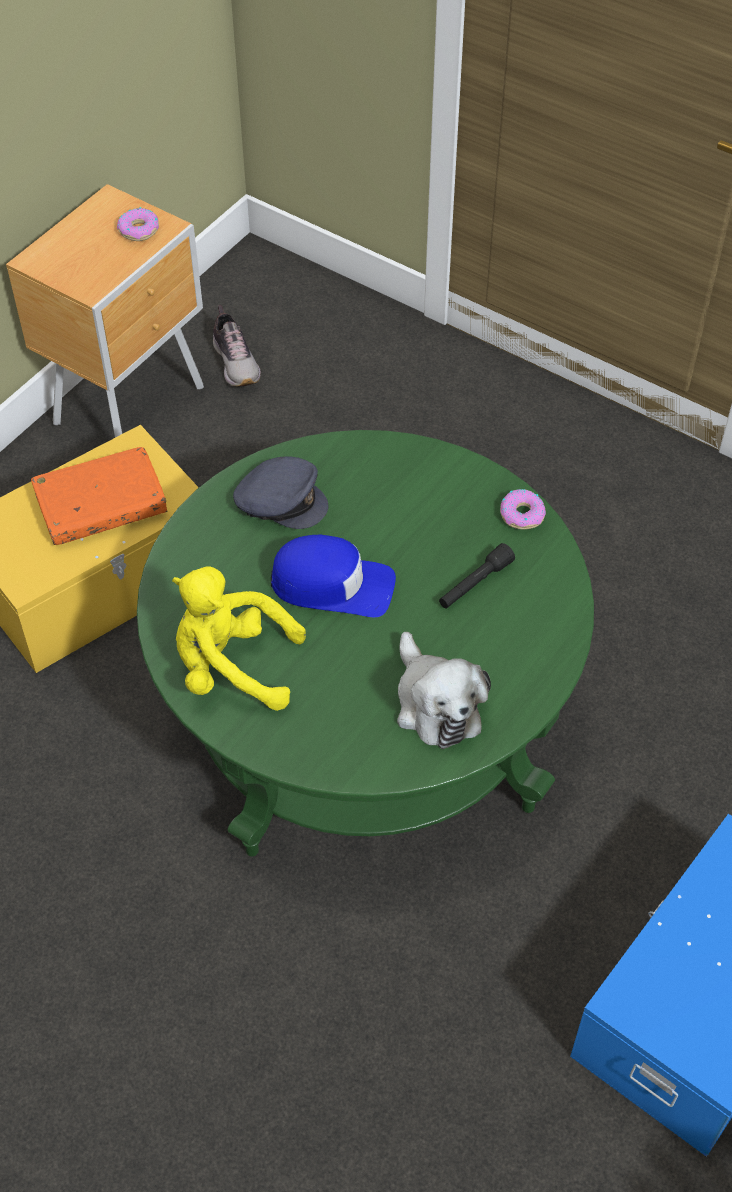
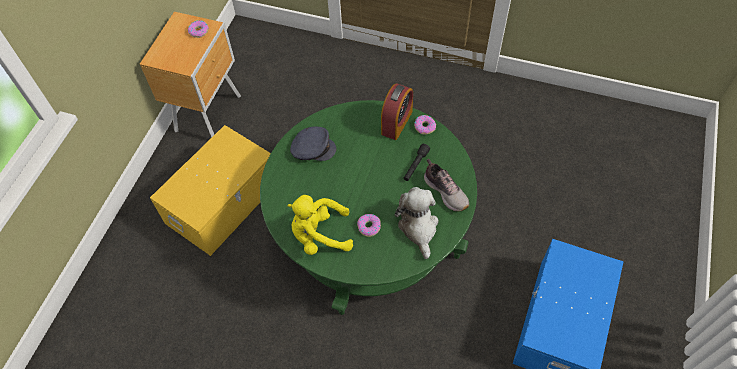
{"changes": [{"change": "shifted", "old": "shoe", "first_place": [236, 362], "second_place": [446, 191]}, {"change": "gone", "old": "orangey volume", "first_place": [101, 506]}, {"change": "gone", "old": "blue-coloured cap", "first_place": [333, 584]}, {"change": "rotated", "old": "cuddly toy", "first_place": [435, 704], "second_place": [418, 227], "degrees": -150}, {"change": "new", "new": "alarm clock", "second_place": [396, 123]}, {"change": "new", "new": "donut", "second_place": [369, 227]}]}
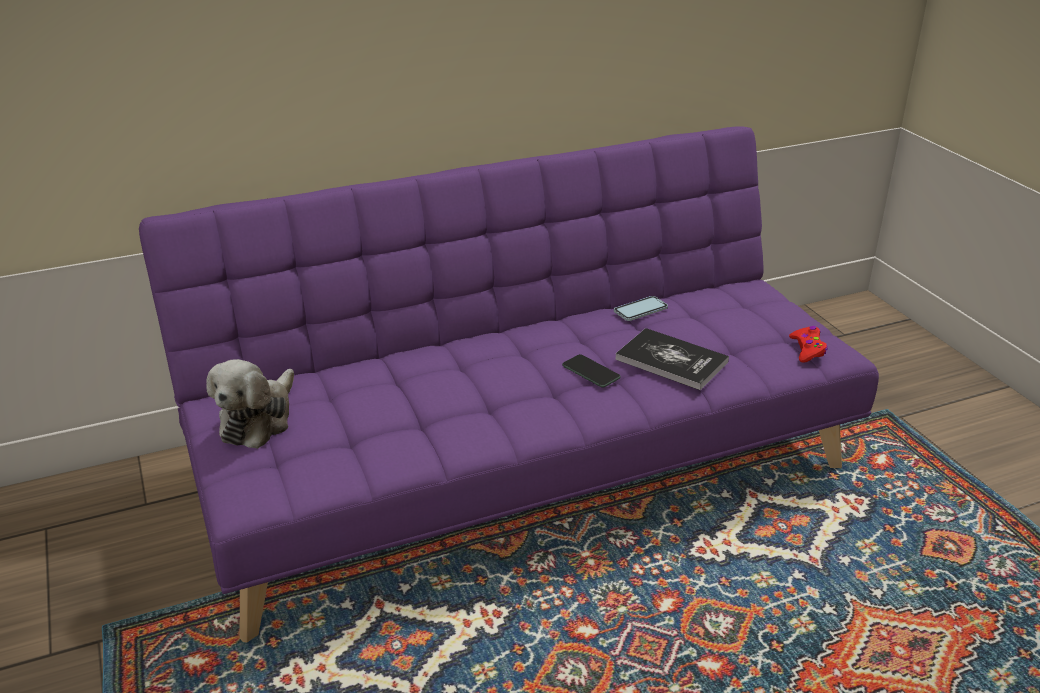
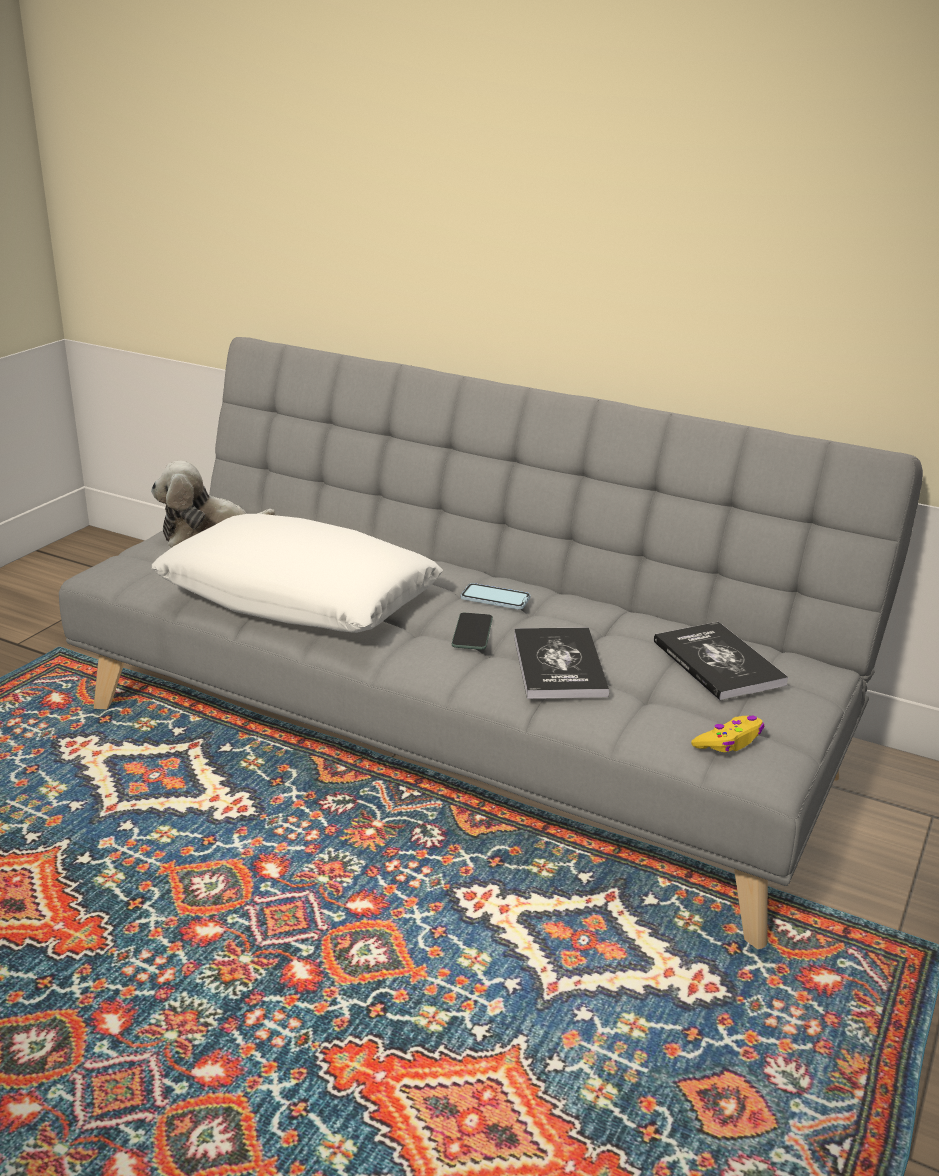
{"changes": [{"change": "repainted", "old": "purplish settee", "new": "gray settee", "first_place": [519, 463], "second_place": [465, 731]}, {"change": "shifted", "old": "phone", "first_place": [640, 310], "second_place": [495, 598]}, {"change": "repainted", "old": "reddish joypad", "new": "yellow joypad", "first_place": [807, 349], "second_place": [729, 742]}, {"change": "new", "new": "white-coloured throw pillow", "second_place": [298, 598]}, {"change": "new", "new": "volume", "second_place": [718, 663]}]}
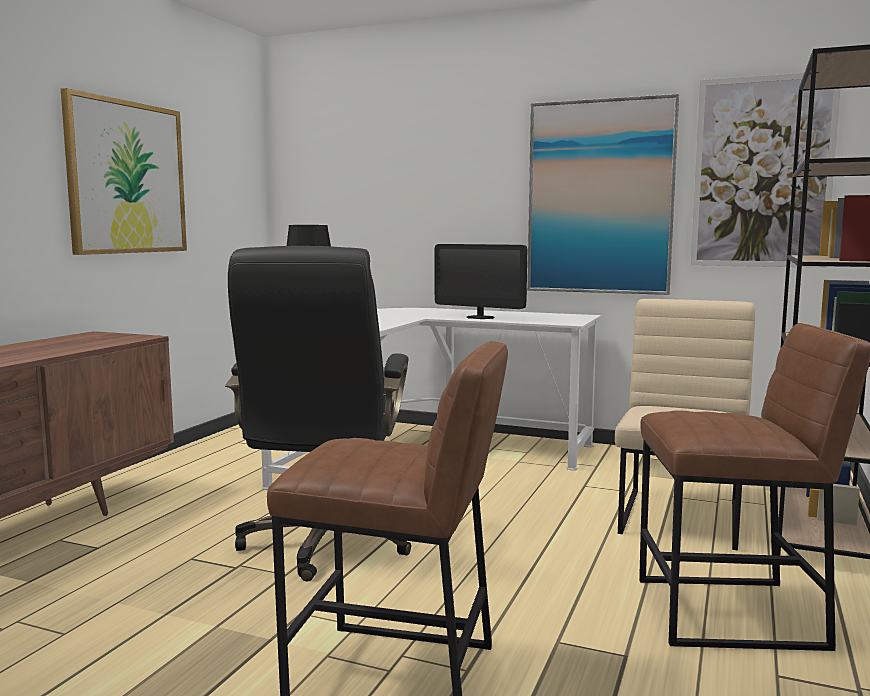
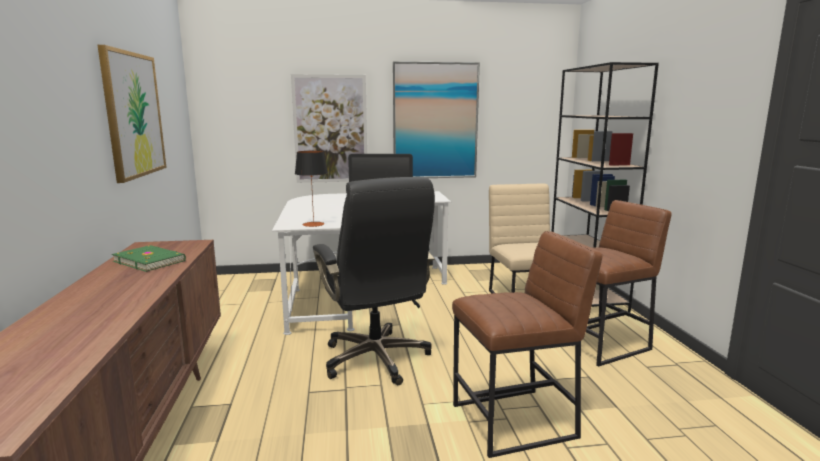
{"changes": [{"change": "shifted", "old": "picture", "first_place": [762, 172], "second_place": [330, 129]}, {"change": "new", "new": "green-coloured volume", "second_place": [150, 261]}]}
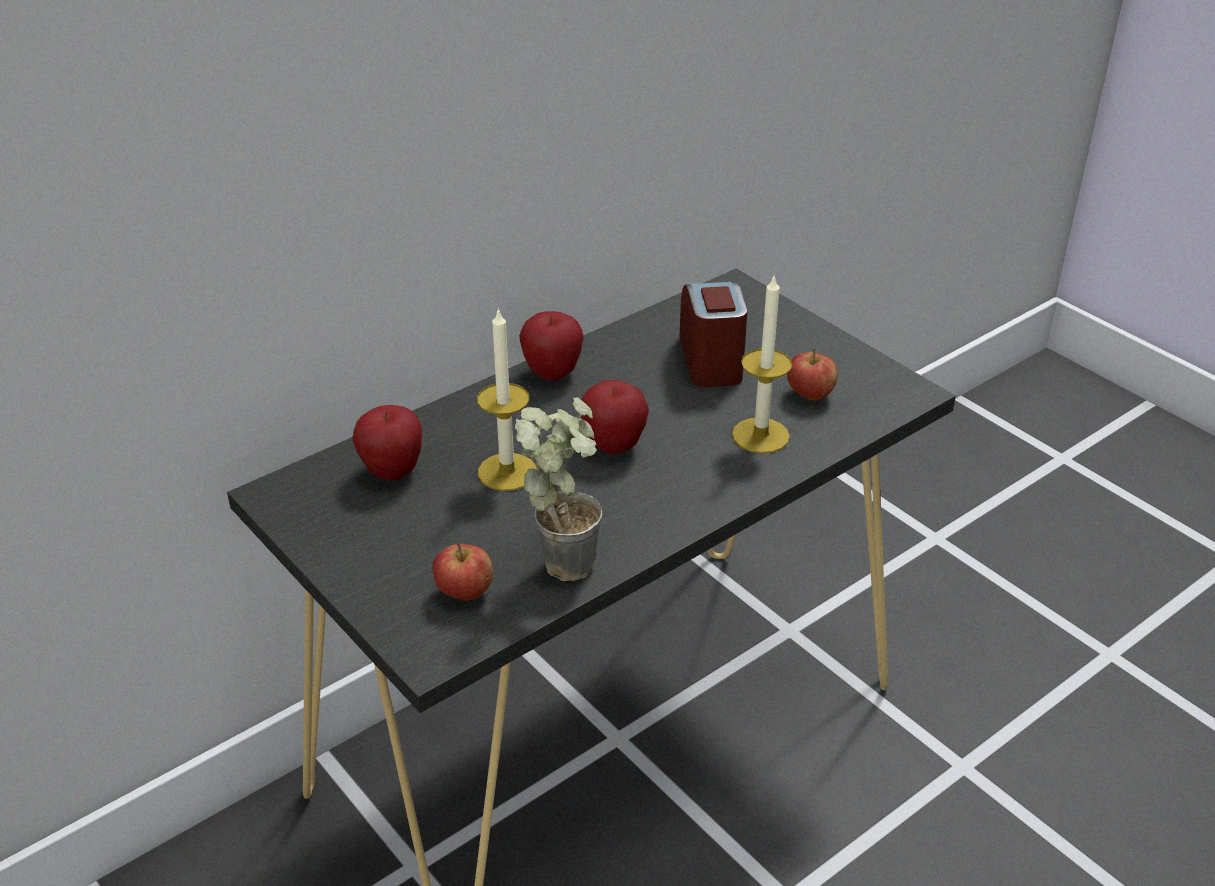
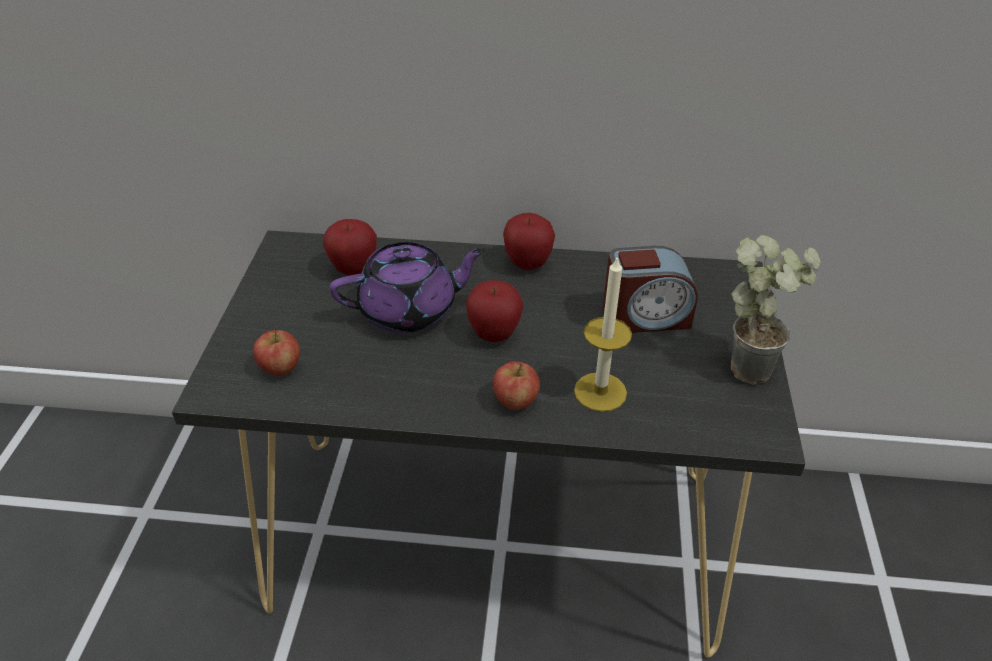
{"changes": [{"change": "rotated", "old": "alarm clock", "first_place": [712, 360], "second_place": [645, 317], "degrees": 45}, {"change": "swapped", "old": "wax candle", "new": "purplish tea pot", "first_place": [507, 472], "second_place": [410, 310]}, {"change": "shifted", "old": "whole apple", "first_place": [810, 394], "second_place": [515, 401]}, {"change": "shifted", "old": "plant in a pot", "first_place": [565, 555], "second_place": [753, 363]}]}
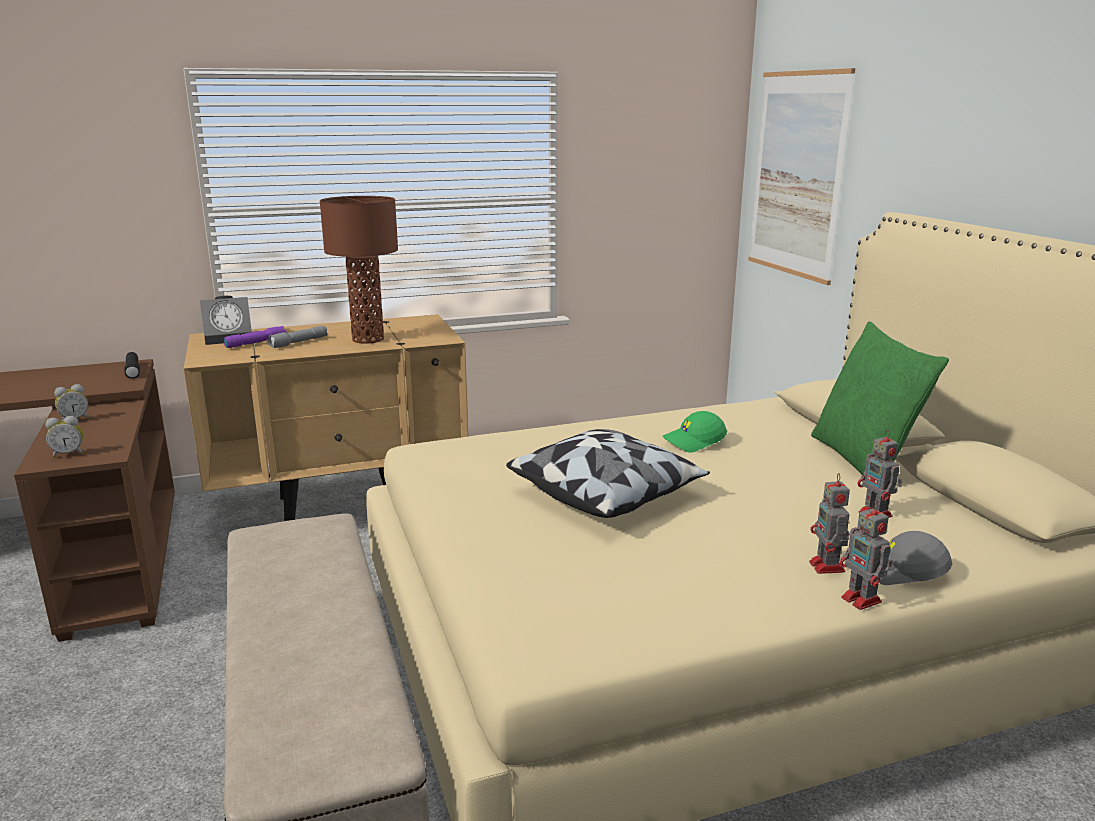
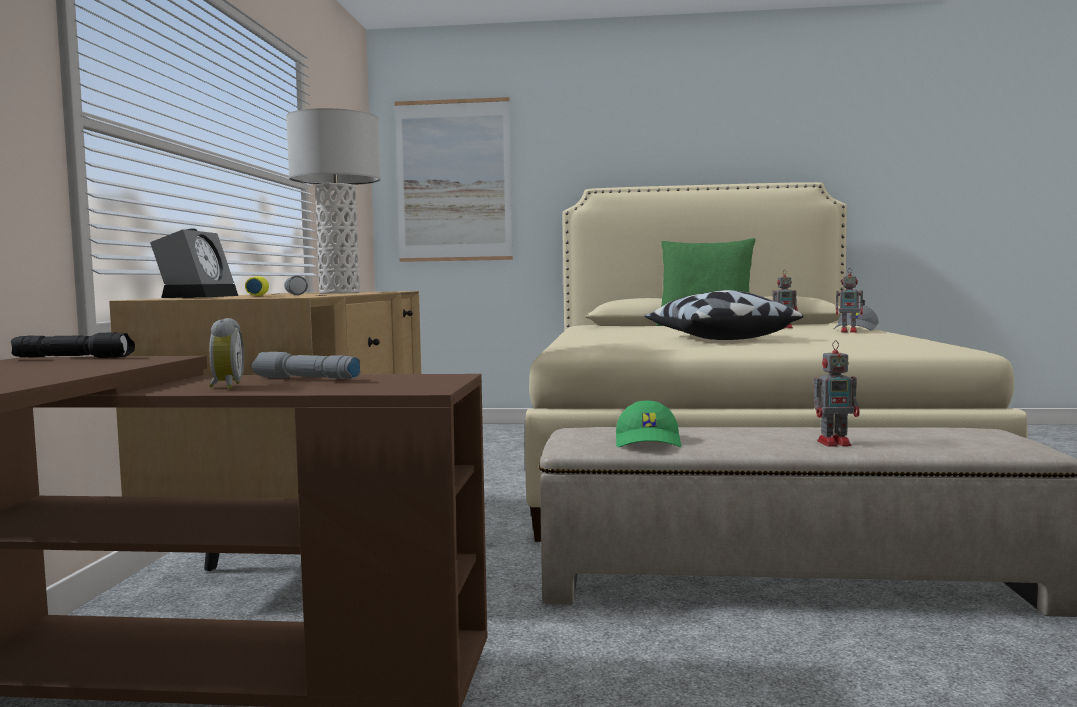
{"changes": [{"change": "repainted", "old": "brownish table lamp", "new": "white-coloured table lamp", "first_place": [368, 339], "second_place": [339, 293]}, {"change": "repainted", "old": "purplish hand torch", "new": "yellow hand torch", "first_place": [256, 343], "second_place": [256, 296]}, {"change": "shifted", "old": "green-coloured cap", "first_place": [694, 442], "second_place": [649, 442]}, {"change": "gone", "old": "alarm clock", "first_place": [68, 454]}, {"change": "shifted", "old": "model robot", "first_place": [862, 600], "second_place": [835, 443]}, {"change": "new", "new": "gray hand torch", "second_place": [305, 379]}]}
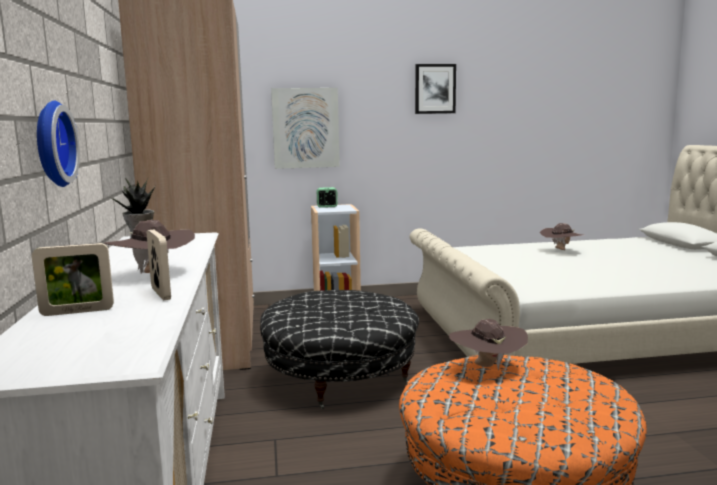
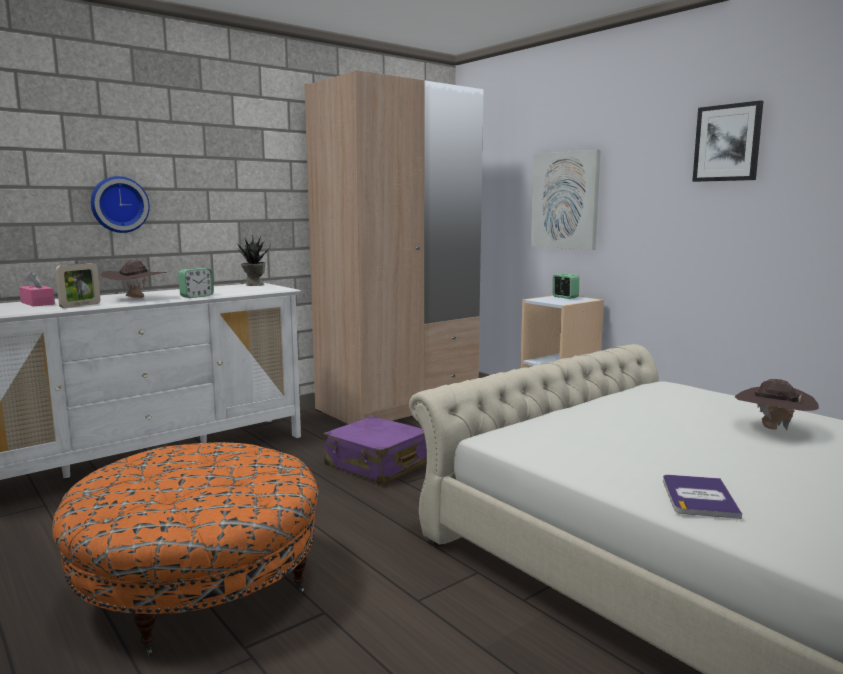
{"changes": [{"change": "swapped", "old": "photo frame", "new": "pink tissue holder", "first_place": [77, 311], "second_place": [37, 303]}, {"change": "swapped", "old": "blackish ottoman", "new": "purplish travel case", "first_place": [340, 378], "second_place": [377, 465]}, {"change": "gone", "old": "brownish wearable hat", "first_place": [487, 366]}, {"change": "new", "new": "alarm clock", "second_place": [197, 296]}, {"change": "new", "new": "volume", "second_place": [699, 497]}]}
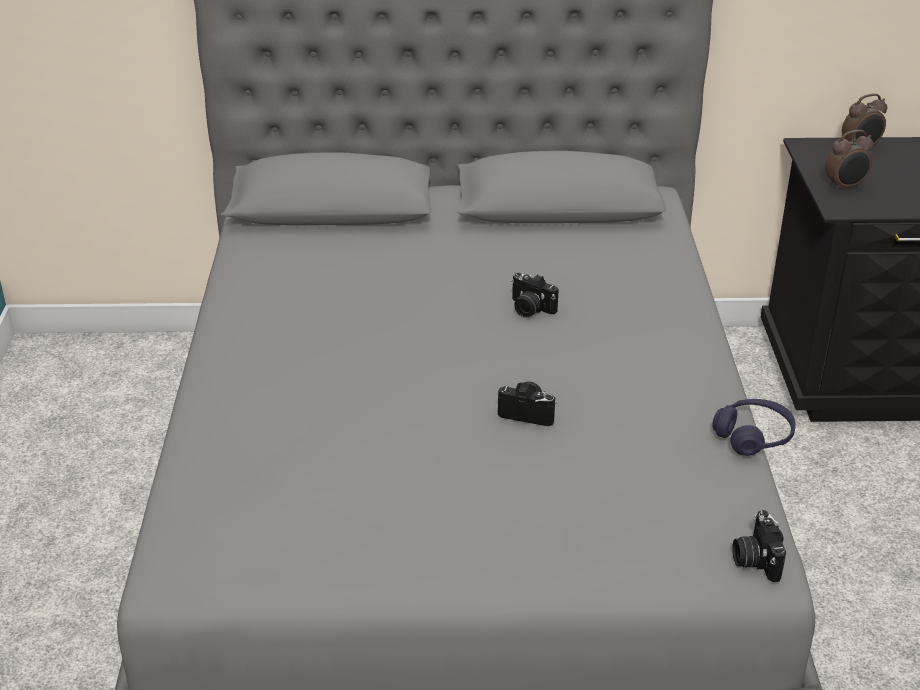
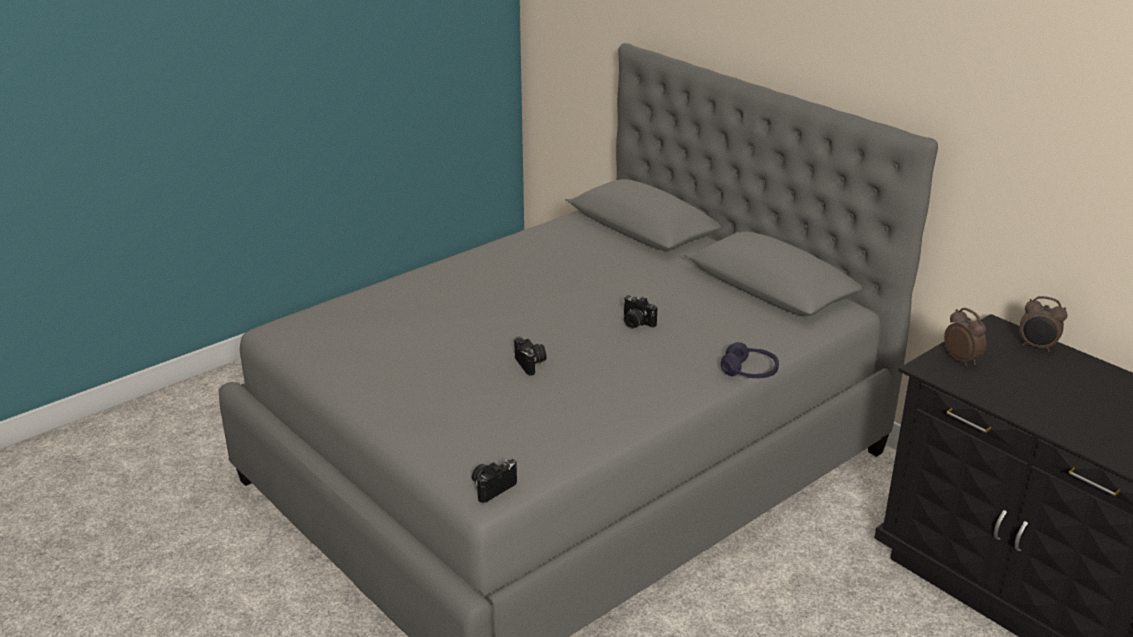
{"changes": [{"change": "rotated", "old": "alarm clock", "first_place": [845, 187], "second_place": [961, 360], "degrees": -150}, {"change": "rotated", "old": "still camera", "first_place": [529, 309], "second_place": [636, 323], "degrees": -45}, {"change": "shifted", "old": "purplish headset", "first_place": [753, 436], "second_place": [749, 371]}]}
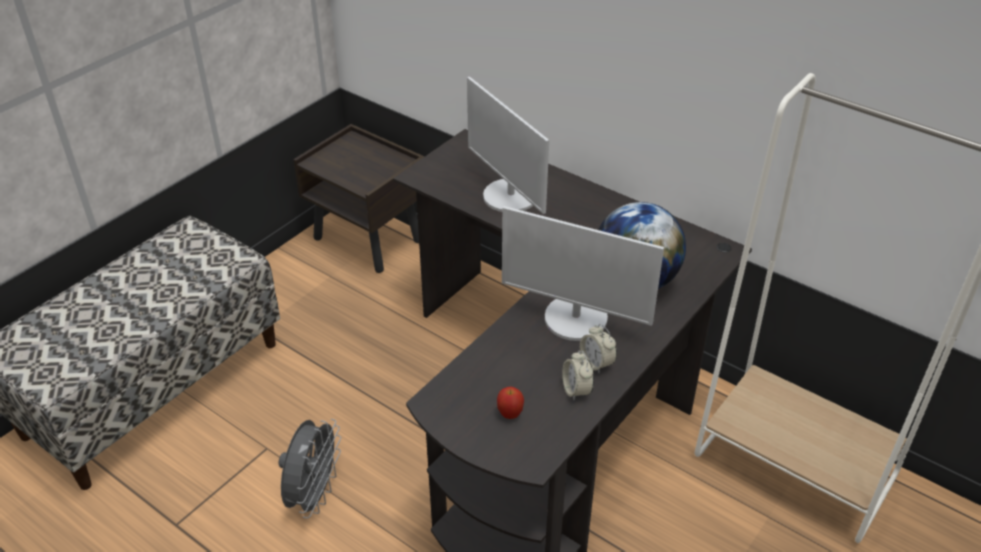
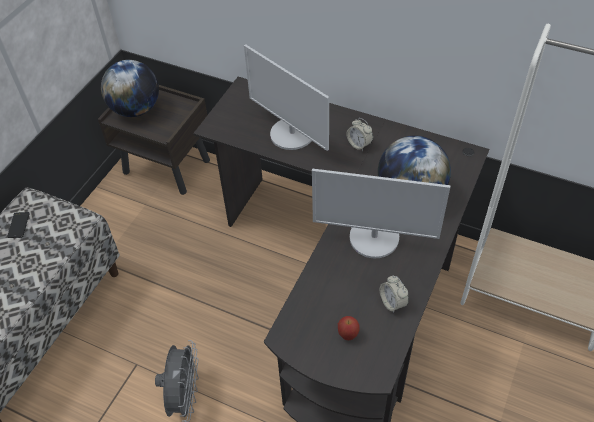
{"changes": [{"change": "shifted", "old": "alarm clock", "first_place": [596, 363], "second_place": [359, 144]}, {"change": "new", "new": "globe", "second_place": [136, 109]}, {"change": "new", "new": "phone", "second_place": [18, 225]}]}
